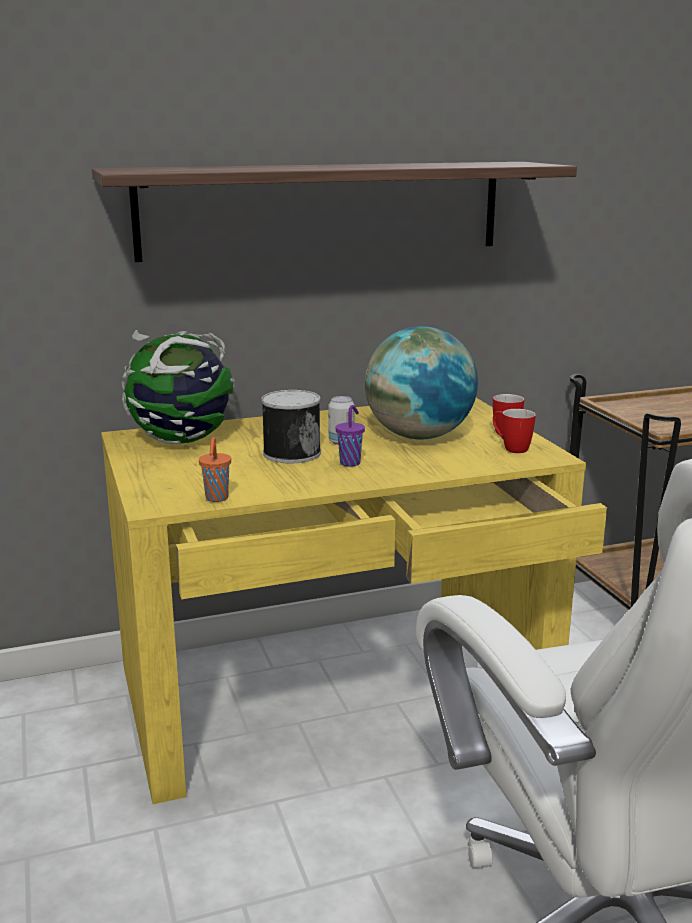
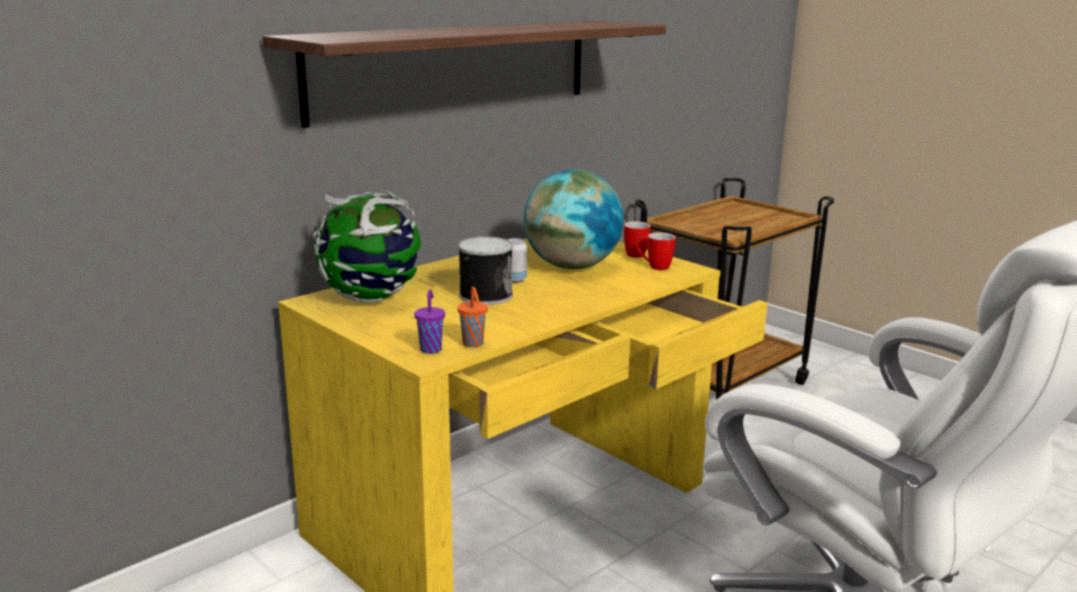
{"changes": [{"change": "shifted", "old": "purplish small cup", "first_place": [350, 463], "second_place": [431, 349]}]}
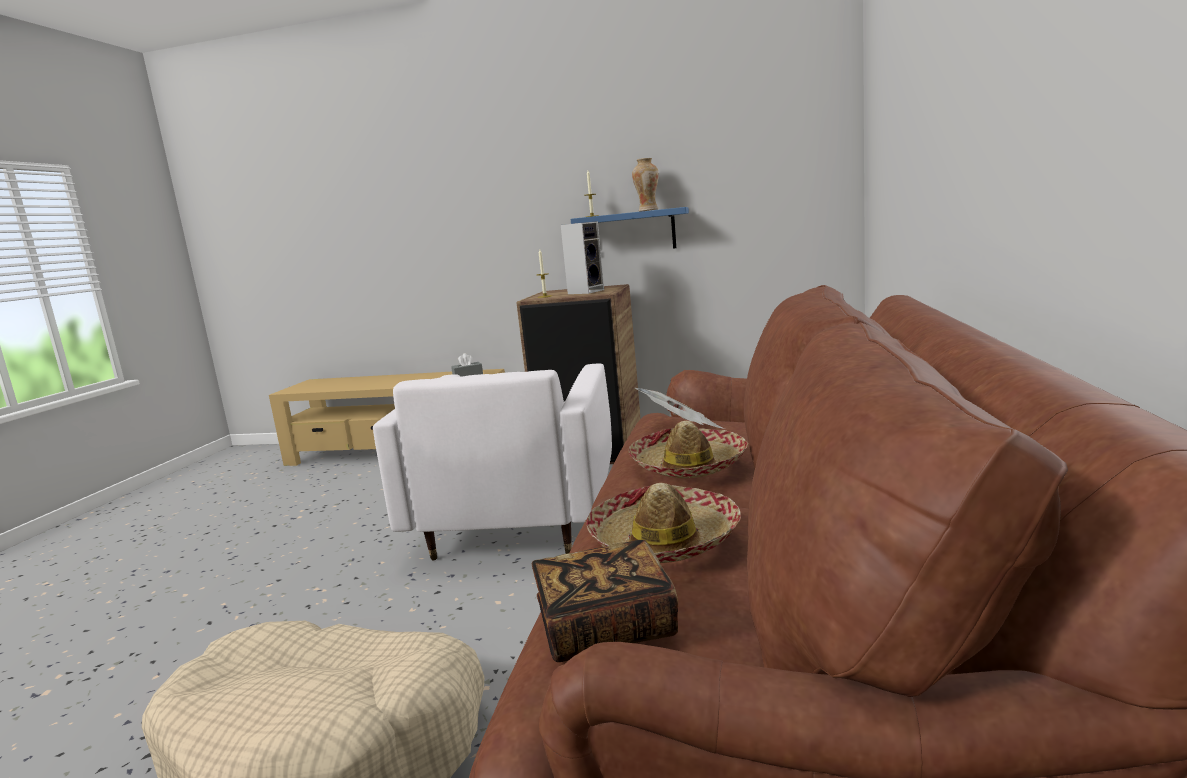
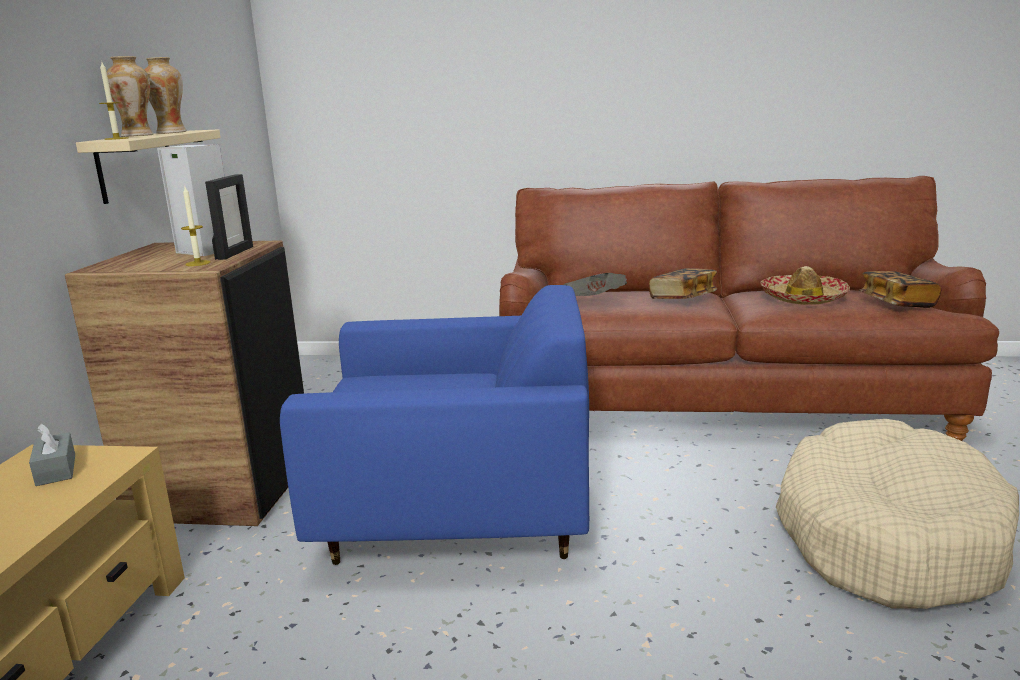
{"changes": [{"change": "repainted", "old": "blue-coloured shelf", "new": "beige shelf", "first_place": [633, 232], "second_place": [136, 165]}, {"change": "repainted", "old": "white-coloured armchair", "new": "blue-coloured armchair", "first_place": [518, 518], "second_place": [457, 514]}, {"change": "swapped", "old": "wearable hat", "new": "volume", "first_place": [688, 465], "second_place": [683, 298]}, {"change": "new", "new": "flower vase", "second_place": [137, 136]}, {"change": "new", "new": "photo frame", "second_place": [234, 253]}]}
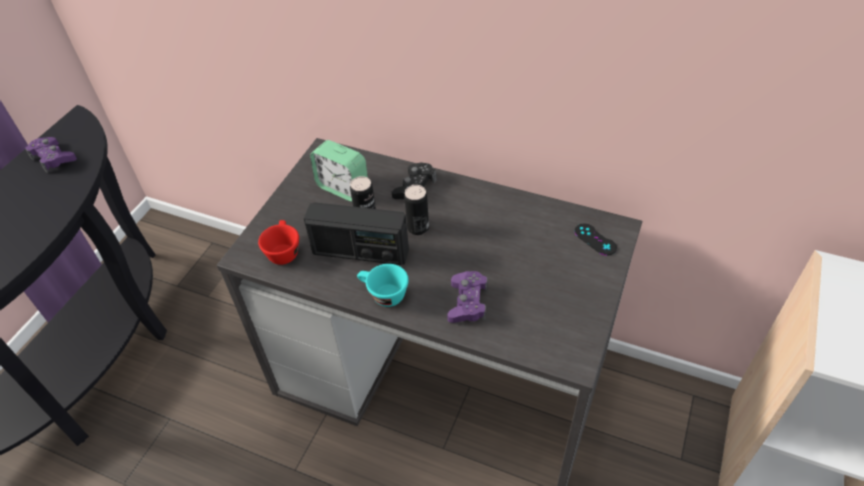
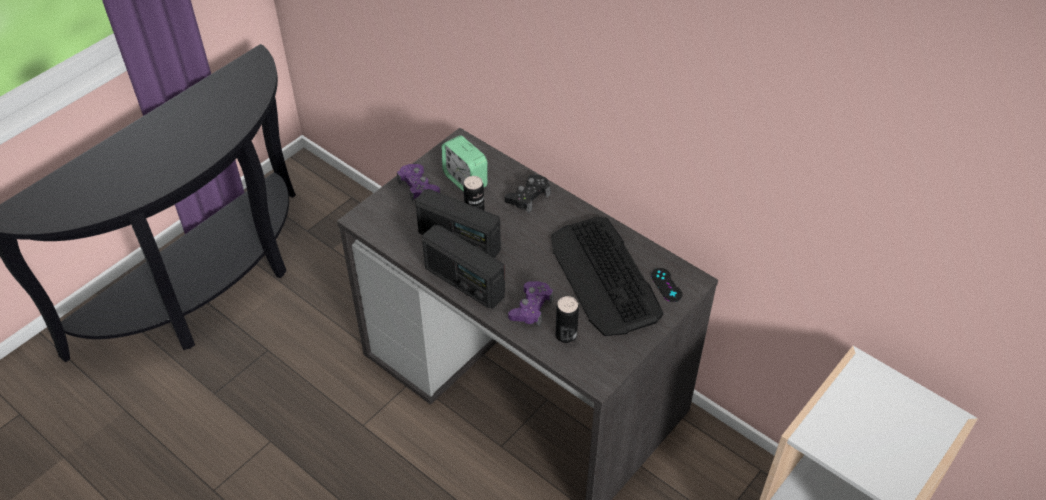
{"changes": [{"change": "shifted", "old": "purplish joypad", "first_place": [53, 158], "second_place": [418, 186]}, {"change": "shifted", "old": "metal can", "first_place": [418, 228], "second_place": [566, 335]}, {"change": "gone", "old": "reddish small cup", "first_place": [283, 251]}, {"change": "swapped", "old": "blue-green small cup", "new": "radio receiver", "first_place": [383, 294], "second_place": [464, 282]}, {"change": "new", "new": "PC keyboard", "second_place": [604, 277]}]}
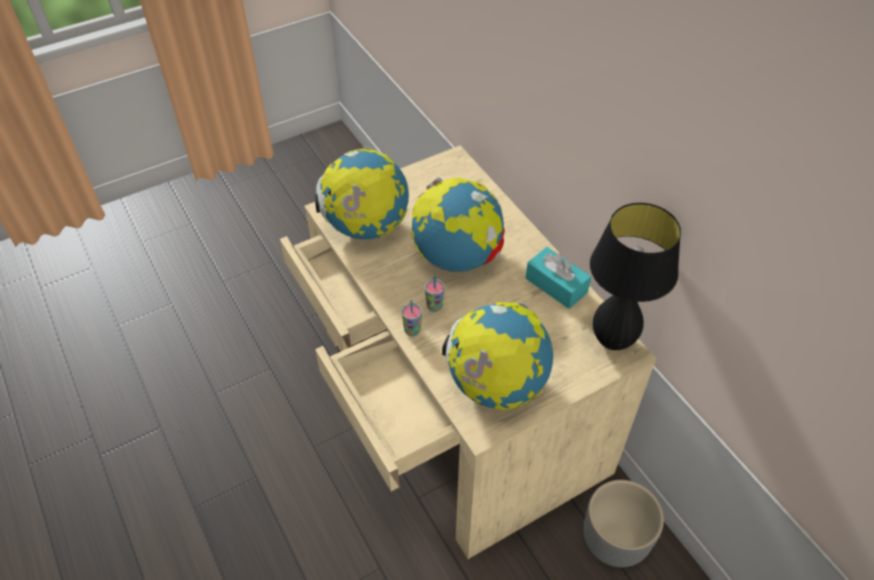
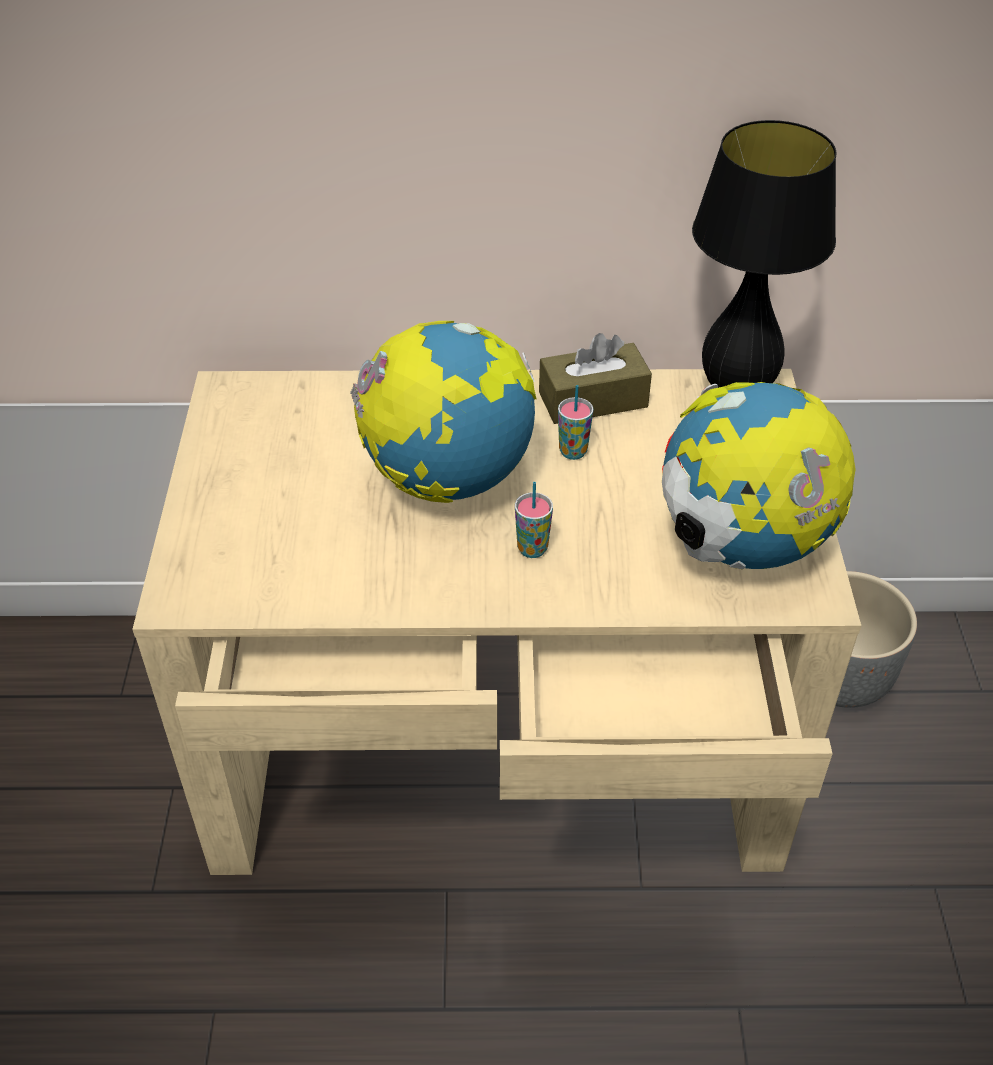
{"changes": [{"change": "gone", "old": "globe", "first_place": [366, 227]}, {"change": "repainted", "old": "blue-green tissue holder", "new": "brownish tissue holder", "first_place": [556, 285], "second_place": [593, 400]}, {"change": "shifted", "old": "small cup", "first_place": [412, 331], "second_place": [573, 452]}]}
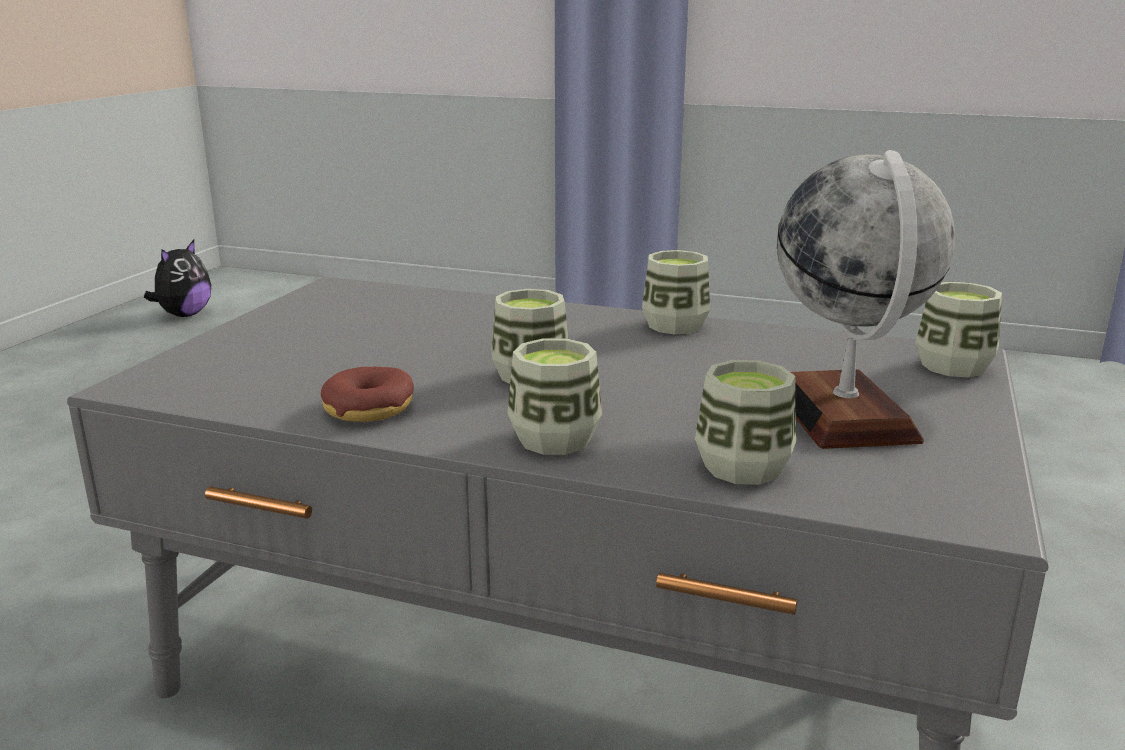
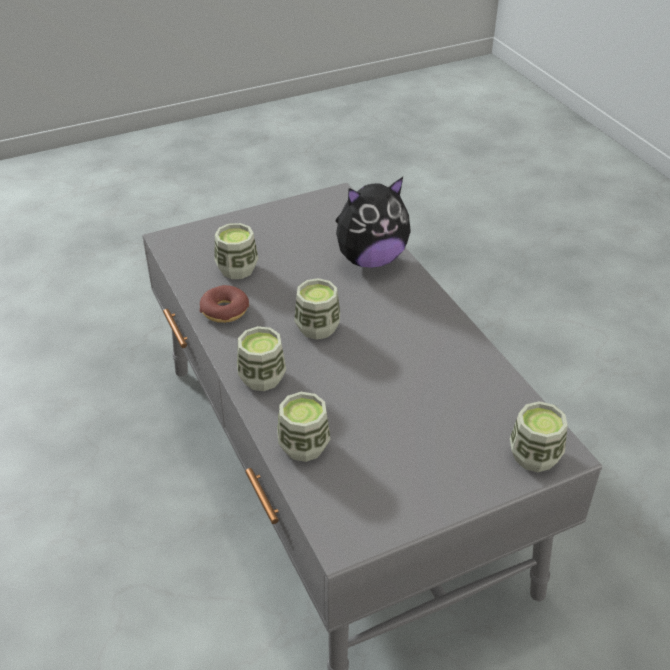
{"changes": [{"change": "gone", "old": "globe", "first_place": [843, 414]}, {"change": "shifted", "old": "cuddly toy", "first_place": [184, 315], "second_place": [370, 259]}, {"change": "shifted", "old": "small cup", "first_place": [675, 325], "second_place": [237, 269]}]}
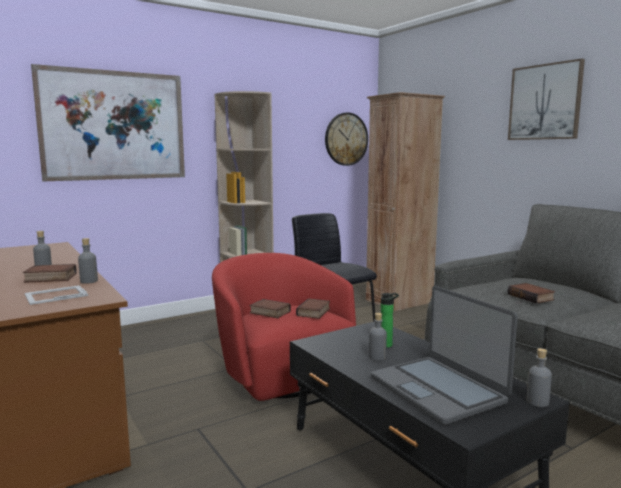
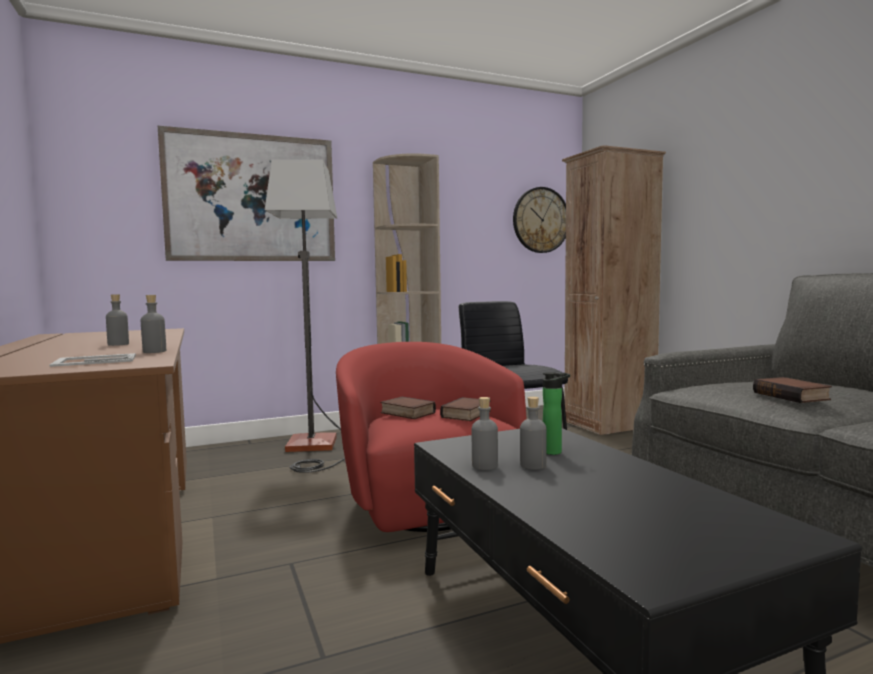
{"changes": [{"change": "gone", "old": "picture", "first_place": [545, 102]}, {"change": "gone", "old": "volume", "first_place": [49, 278]}, {"change": "gone", "old": "laptop", "first_place": [438, 389]}, {"change": "shifted", "old": "gray beverage bottle", "first_place": [537, 402], "second_place": [484, 466]}, {"change": "new", "new": "standard lamp", "second_place": [314, 449]}]}
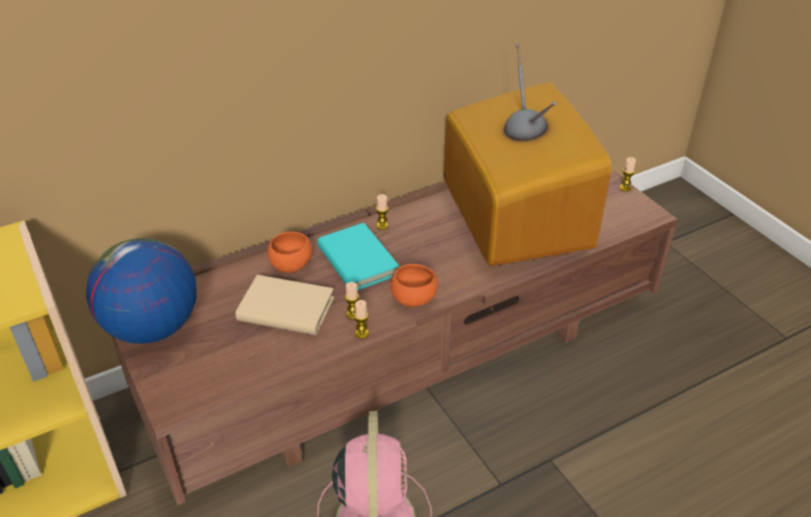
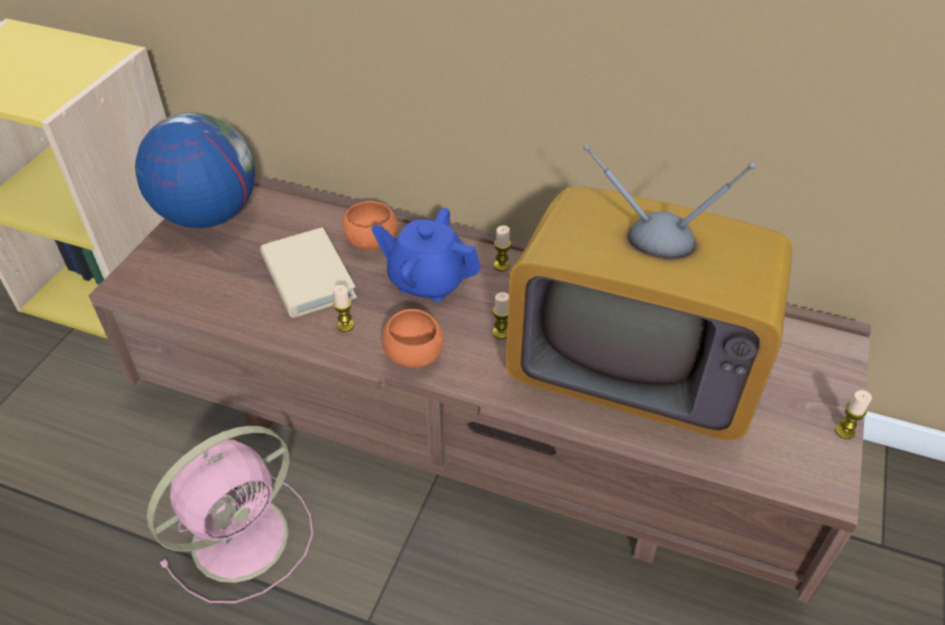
{"changes": [{"change": "rotated", "old": "television", "first_place": [514, 223], "second_place": [635, 363], "degrees": 75}, {"change": "swapped", "old": "blue-green volume", "new": "blue-coloured tea pot", "first_place": [357, 261], "second_place": [427, 281]}, {"change": "shifted", "old": "wax candle", "first_place": [362, 333], "second_place": [500, 332]}]}
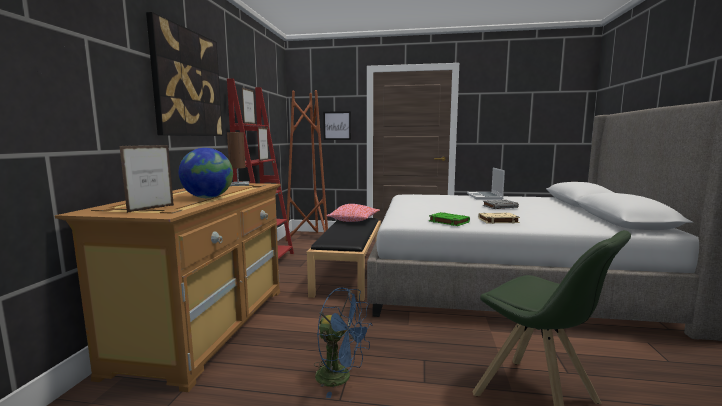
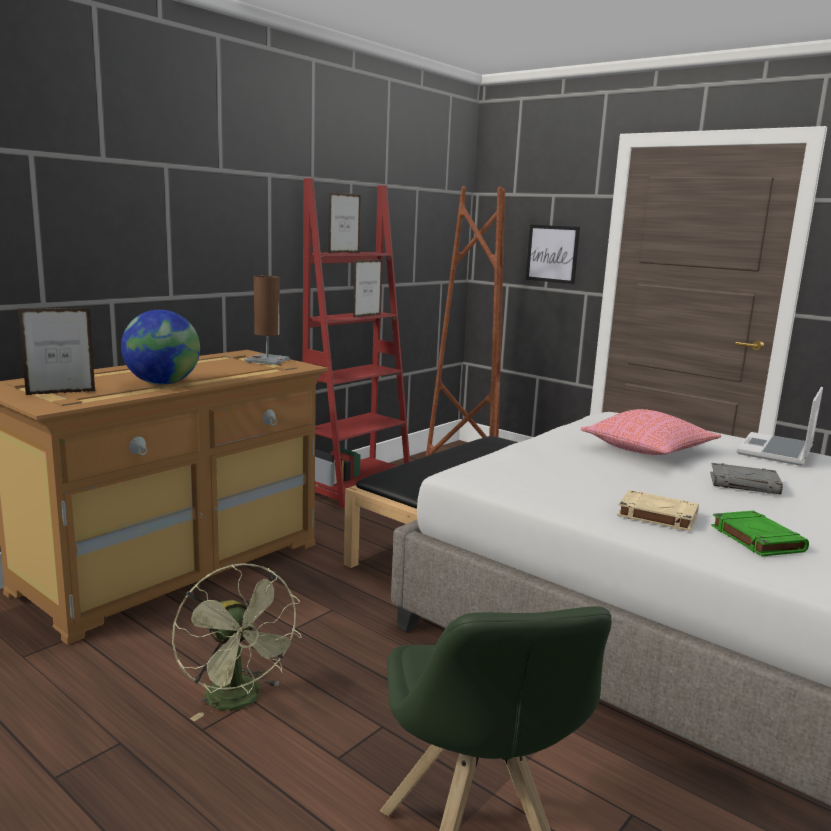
{"changes": [{"change": "gone", "old": "picture", "first_place": [187, 83]}, {"change": "shifted", "old": "pink throw pillow", "first_place": [353, 220], "second_place": [647, 450]}, {"change": "shifted", "old": "green-coloured volume", "first_place": [448, 221], "second_place": [756, 538]}, {"change": "repainted", "old": "blue-coloured fan", "new": "green-coloured fan", "first_place": [341, 377], "second_place": [240, 701]}]}
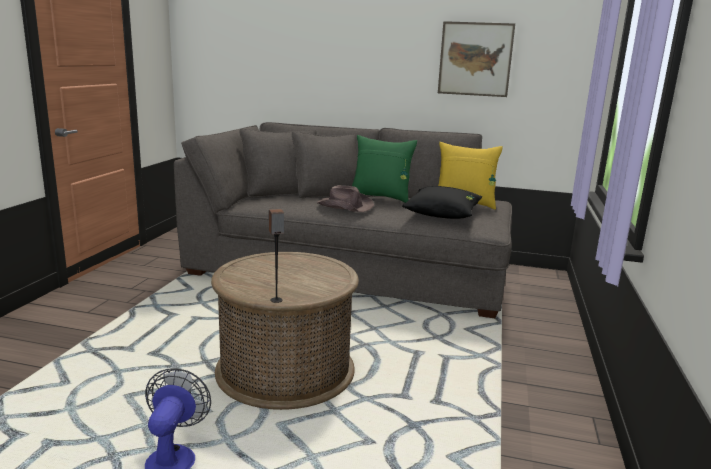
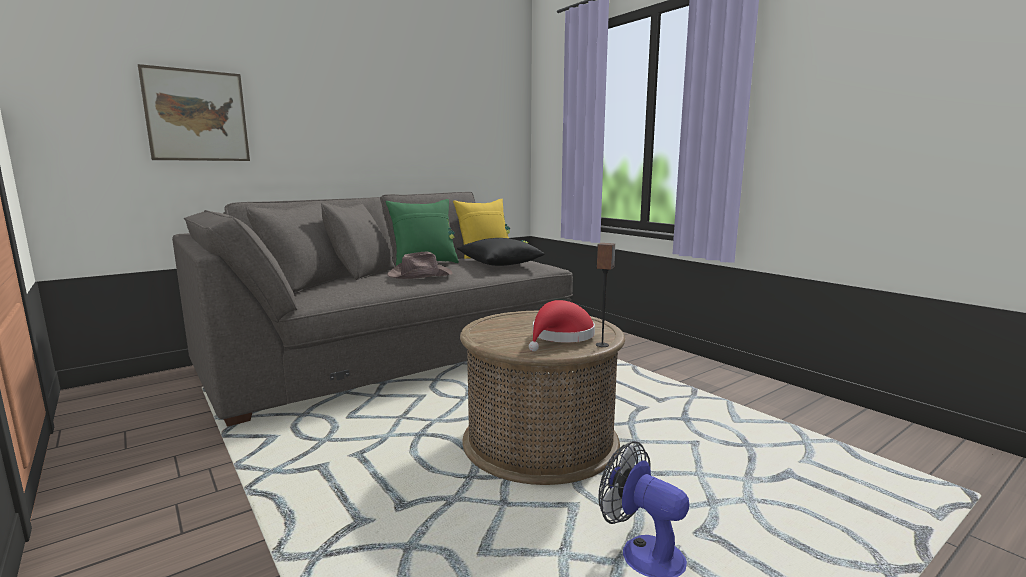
{"changes": [{"change": "shifted", "old": "picture", "first_place": [475, 59], "second_place": [197, 116]}, {"change": "new", "new": "reddish wearable hat", "second_place": [560, 337]}]}
